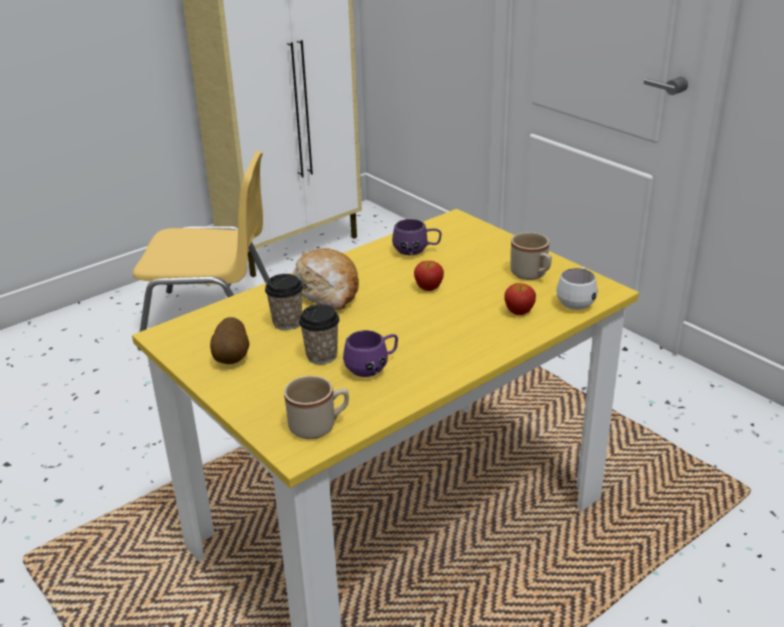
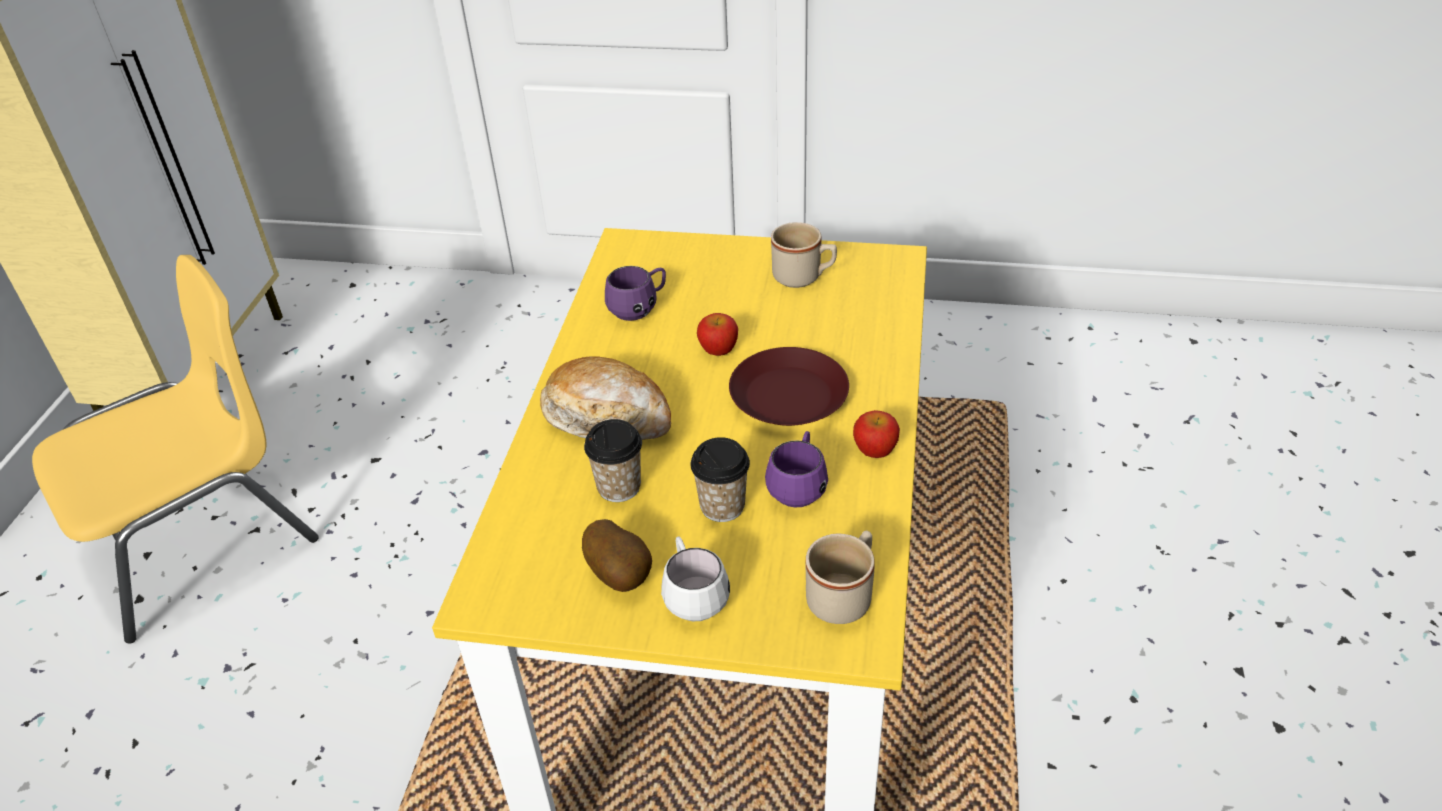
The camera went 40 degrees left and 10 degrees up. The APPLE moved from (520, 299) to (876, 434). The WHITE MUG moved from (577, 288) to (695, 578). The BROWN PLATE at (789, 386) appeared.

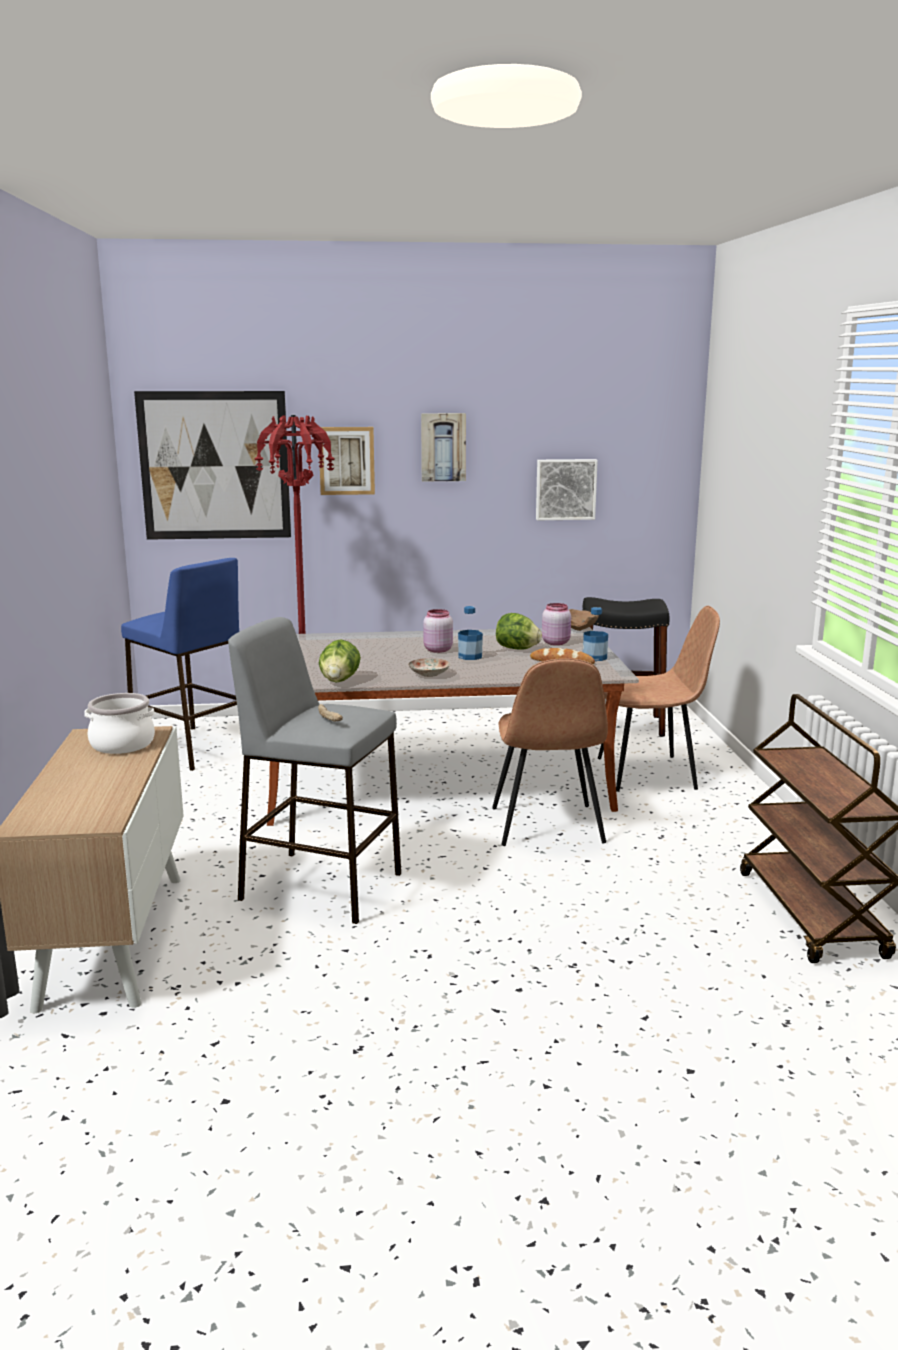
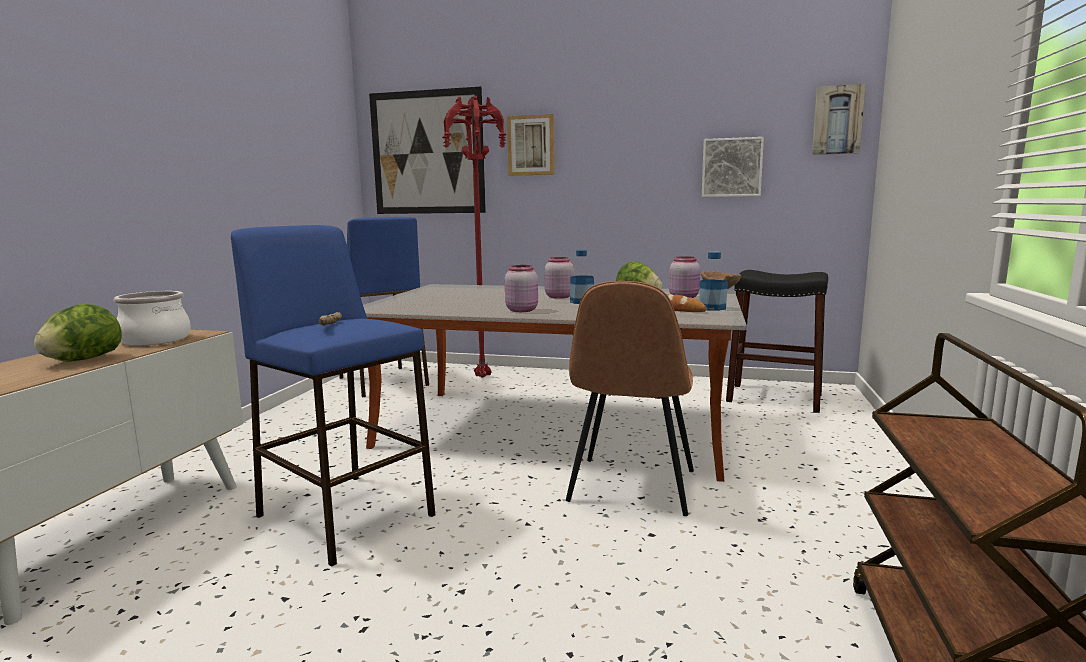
The camera went 20 degrees right and 5 degrees down. The GREY STOOL at (314, 770) became the BLUE STOOL at (333, 396). The LETTUCE moved from (340, 661) to (78, 332). The PLATE at (429, 667) was replaced by the PINK JAR at (521, 288). The PICTURE moved from (443, 447) to (839, 119). The BROWN CHAIR at (659, 699) disappeared.

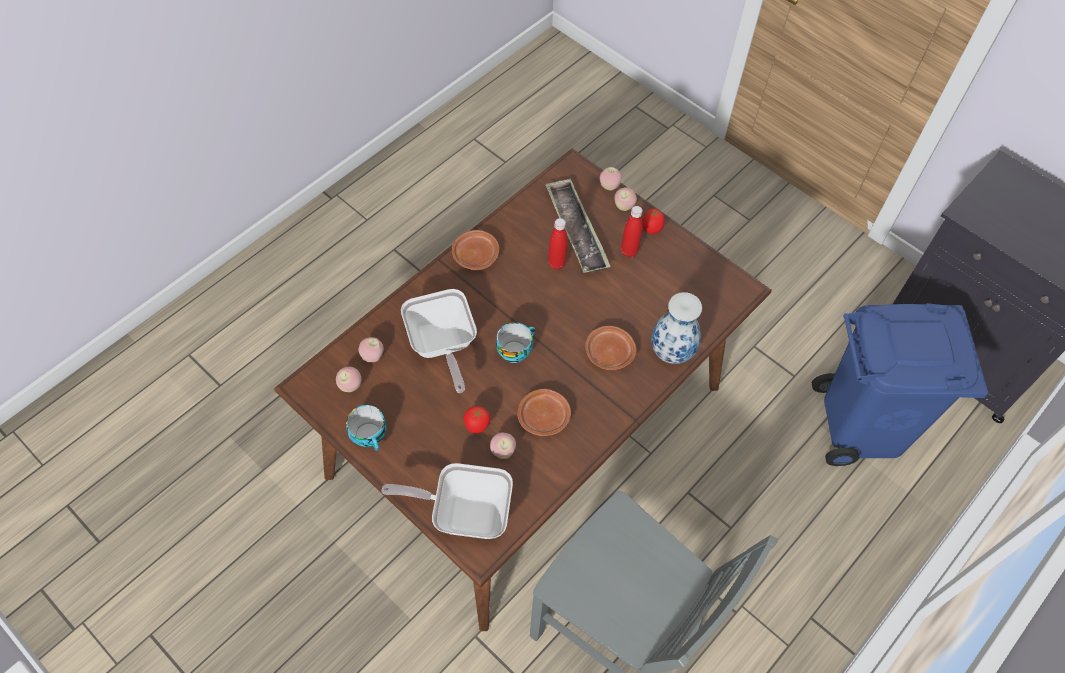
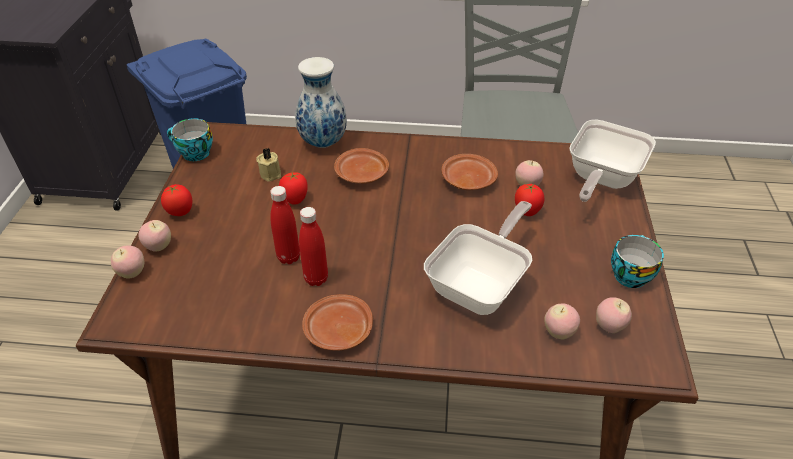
The camera went 125 degrees left and 15 degrees down. The FRYING PAN at (447, 501) turned 60 degrees clockwise. The CUP moved from (516, 342) to (190, 139). The TRAY at (578, 226) disappeared. The RED BOTTLE moved from (632, 231) to (313, 246). The BEIGE CANDLE at (268, 165) appeared. The TOMATO at (293, 188) appeared.

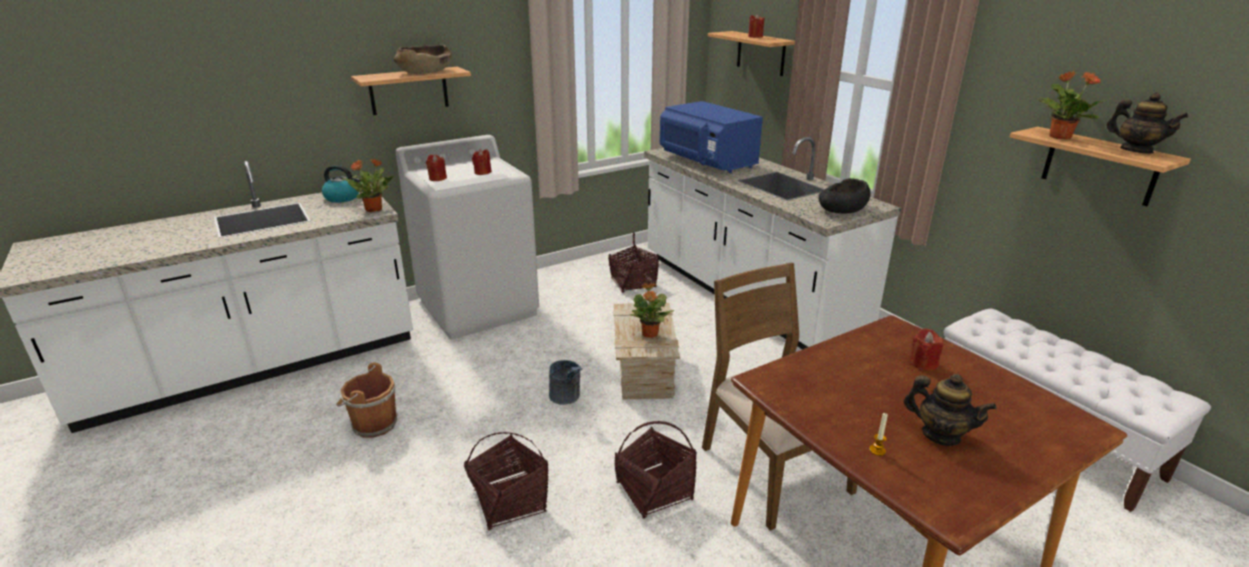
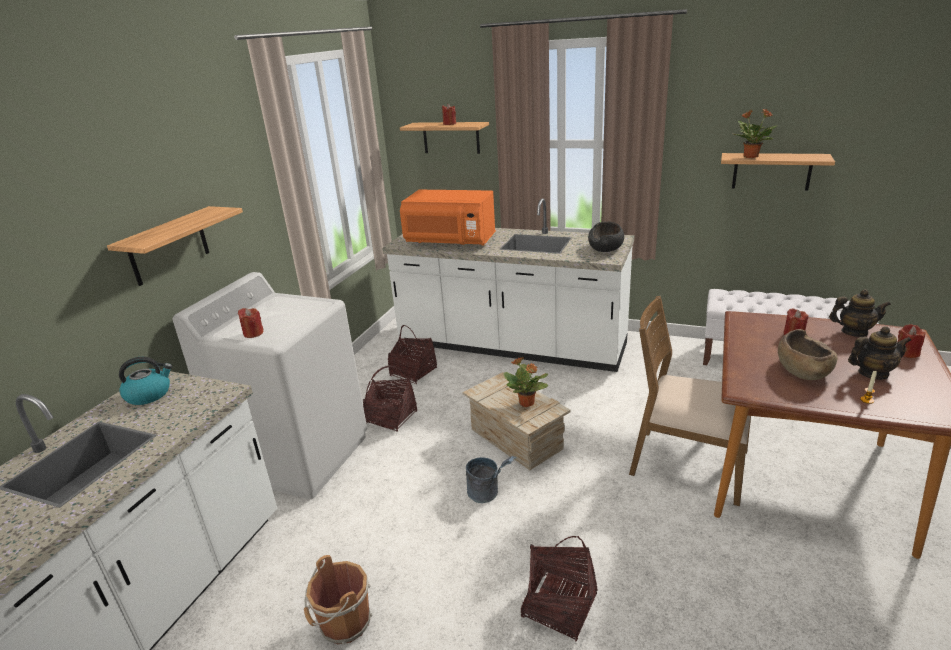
The camera went 35 degrees left and 0 degrees up. The POTTED PLANT at (368, 185) disappeared. The BROWN BOWL moved from (423, 59) to (807, 354). The RED CANDLE moved from (482, 162) to (911, 341). The BASKET moved from (656, 469) to (390, 399). The BLUE MICROWAVE at (711, 137) became the ORANGE MICROWAVE at (448, 218). The TEAPOT moved from (1147, 123) to (860, 313).

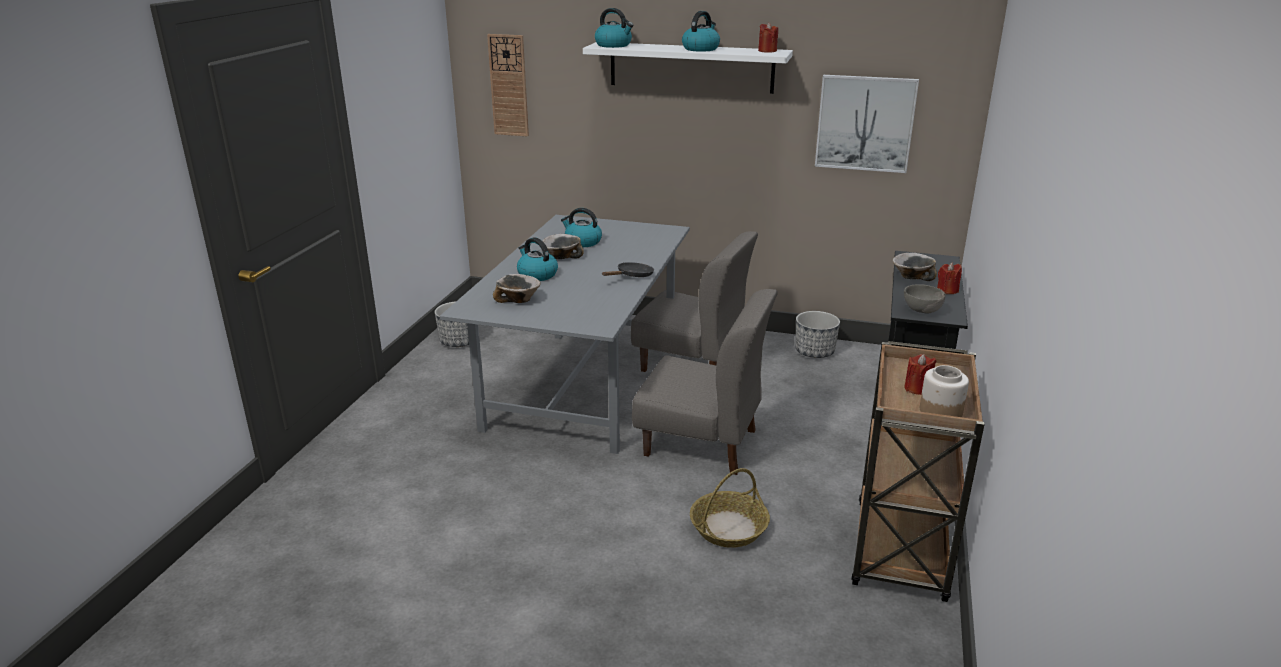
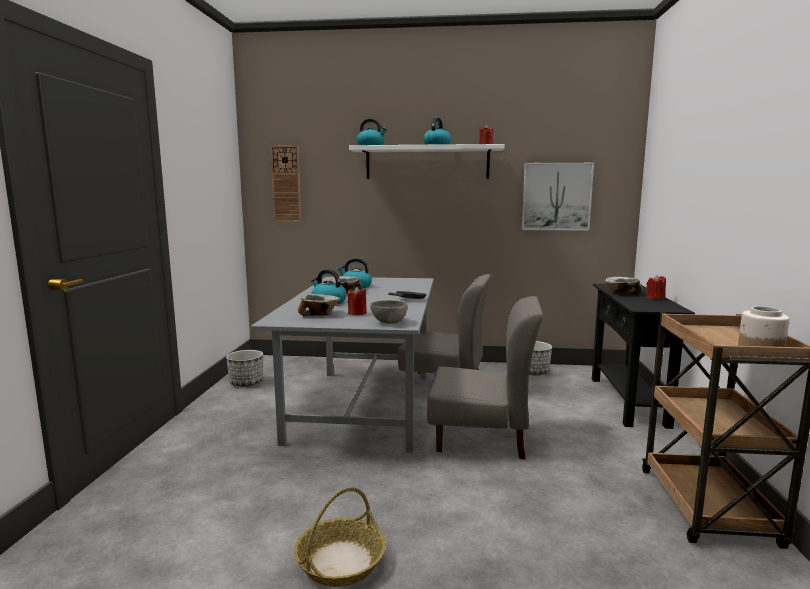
The camera went 10 degrees left and 15 degrees down. The BASKET moved from (730, 508) to (340, 537). The GREY BOWL moved from (925, 298) to (389, 312). The RED CANDLE moved from (920, 374) to (357, 301).

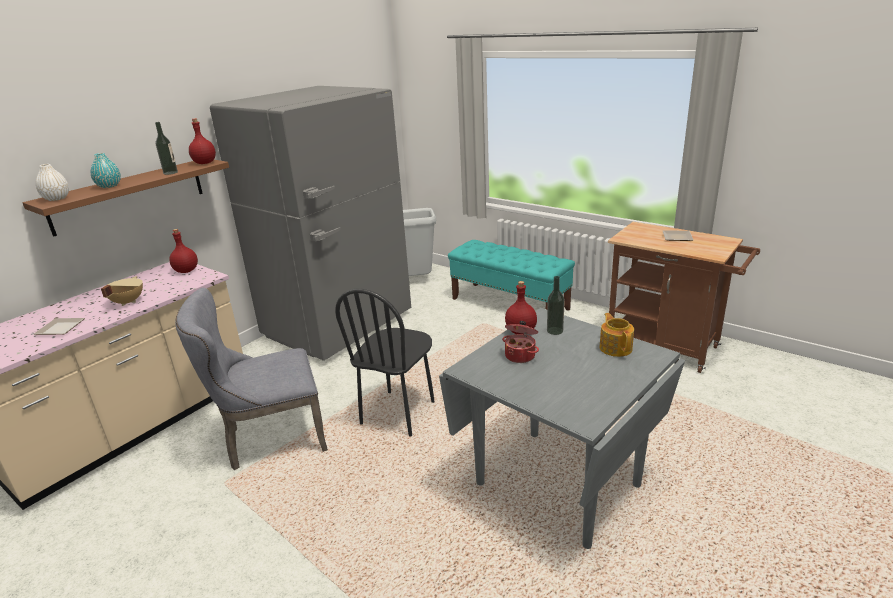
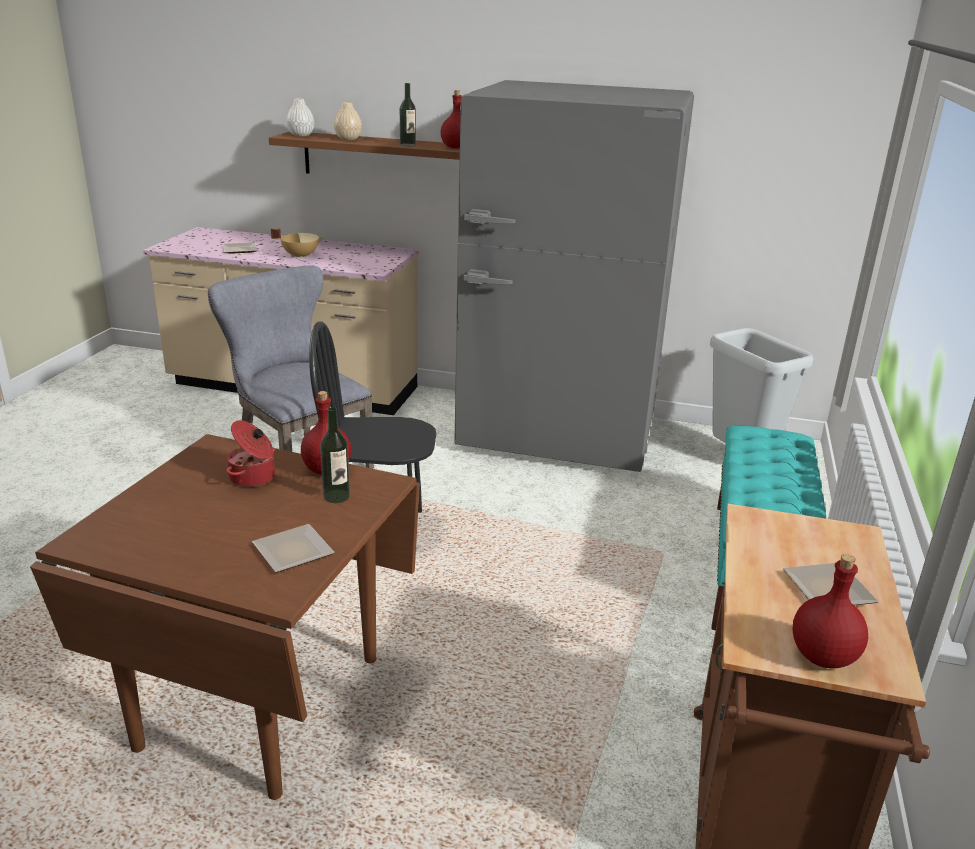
The camera went 65 degrees right and 0 degrees up. The TURQUOISE VASE at (106, 170) became the BEIGE VASE at (348, 121). The RED BOTTLE moved from (183, 251) to (830, 611). The GREY DINING TABLE at (562, 428) became the BROWN DINING TABLE at (225, 617). The TEAPOT at (616, 335) was replaced by the PLATE at (293, 548).

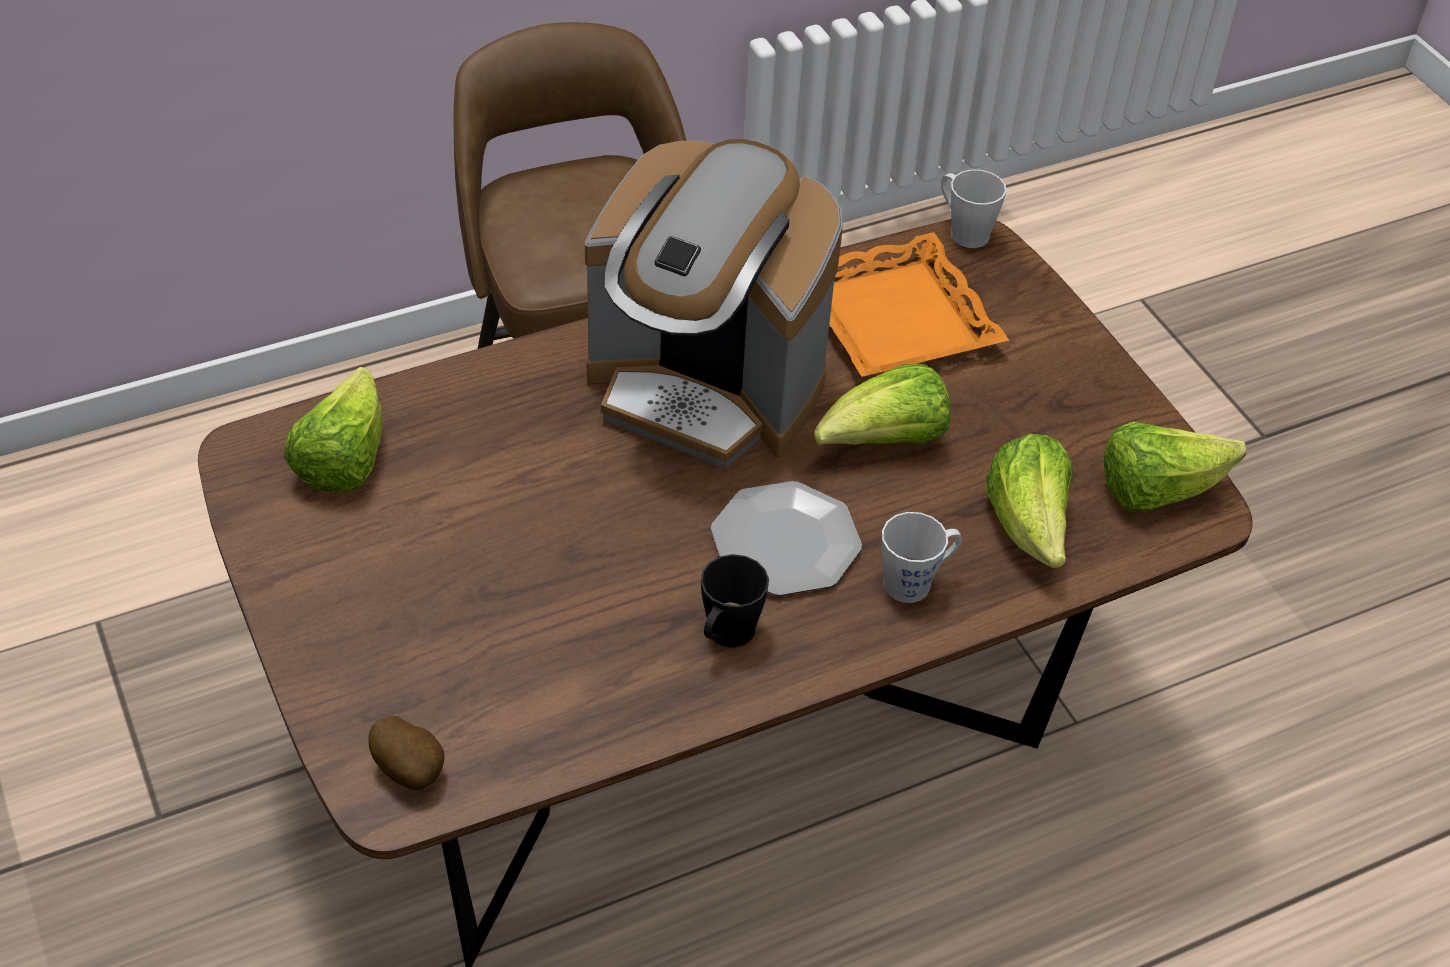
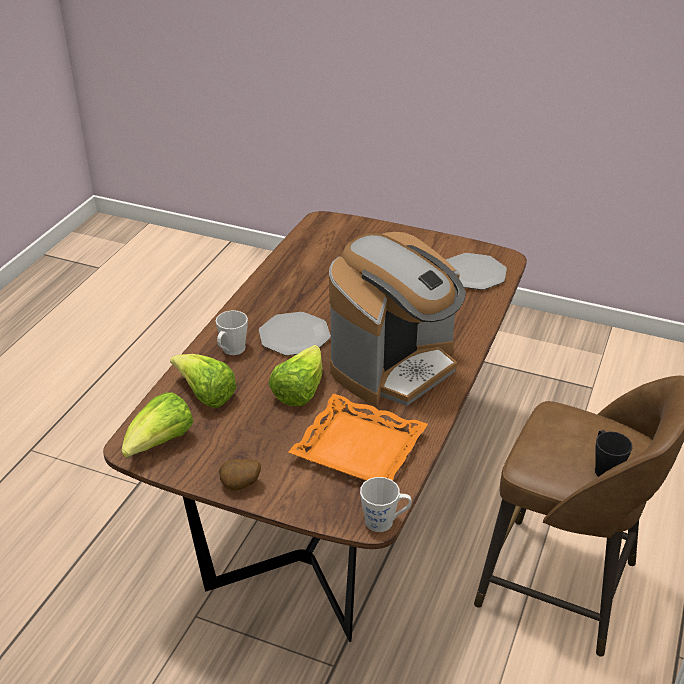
The camera went 140 degrees right and 10 degrees down. The LETTUCE at (333, 429) was replaced by the PLATE at (476, 271). The POTATO moved from (406, 753) to (240, 474). The COFFEE MACHINE at (714, 303) turned 150 degrees clockwise. The BLACK MUG moved from (735, 601) to (613, 453).

